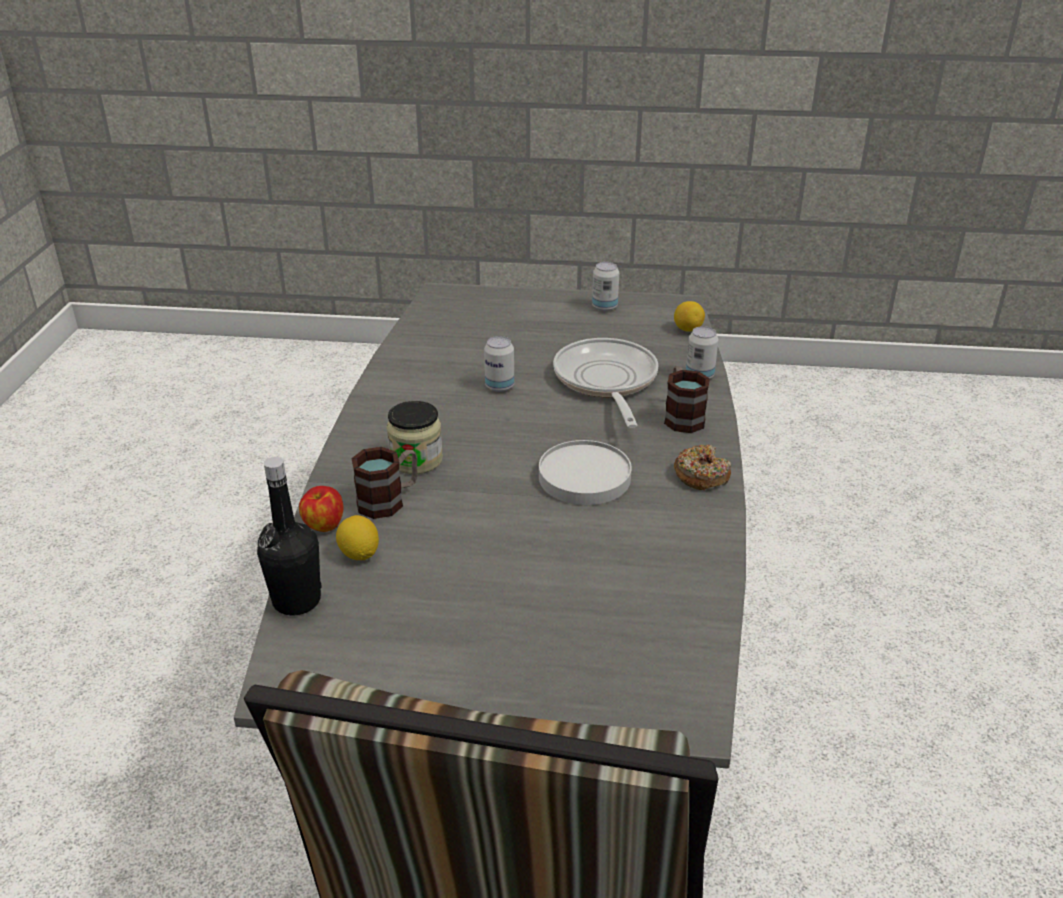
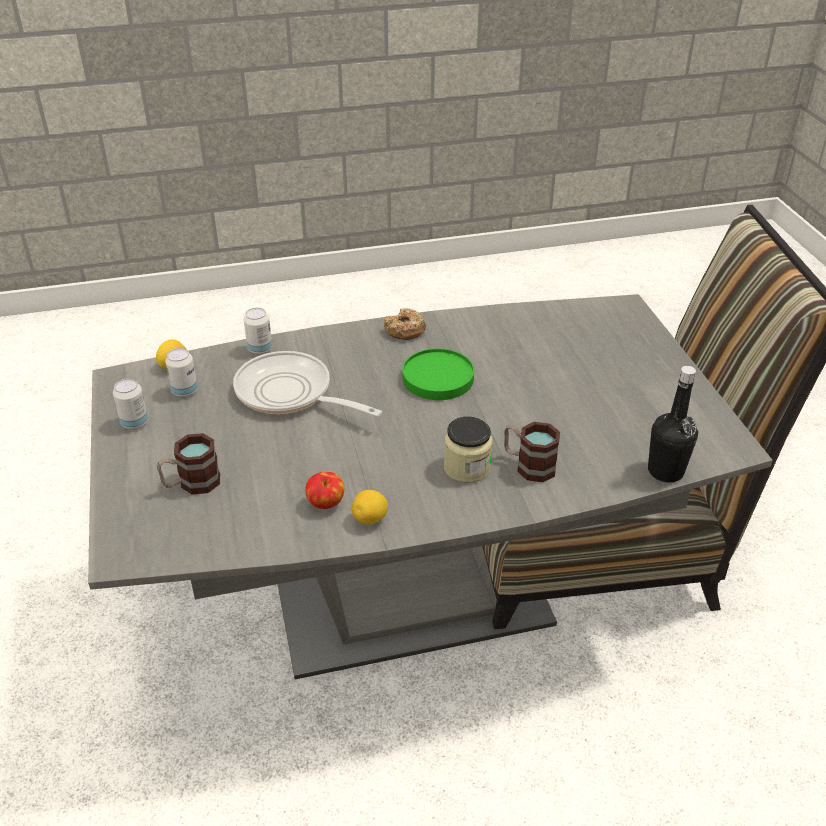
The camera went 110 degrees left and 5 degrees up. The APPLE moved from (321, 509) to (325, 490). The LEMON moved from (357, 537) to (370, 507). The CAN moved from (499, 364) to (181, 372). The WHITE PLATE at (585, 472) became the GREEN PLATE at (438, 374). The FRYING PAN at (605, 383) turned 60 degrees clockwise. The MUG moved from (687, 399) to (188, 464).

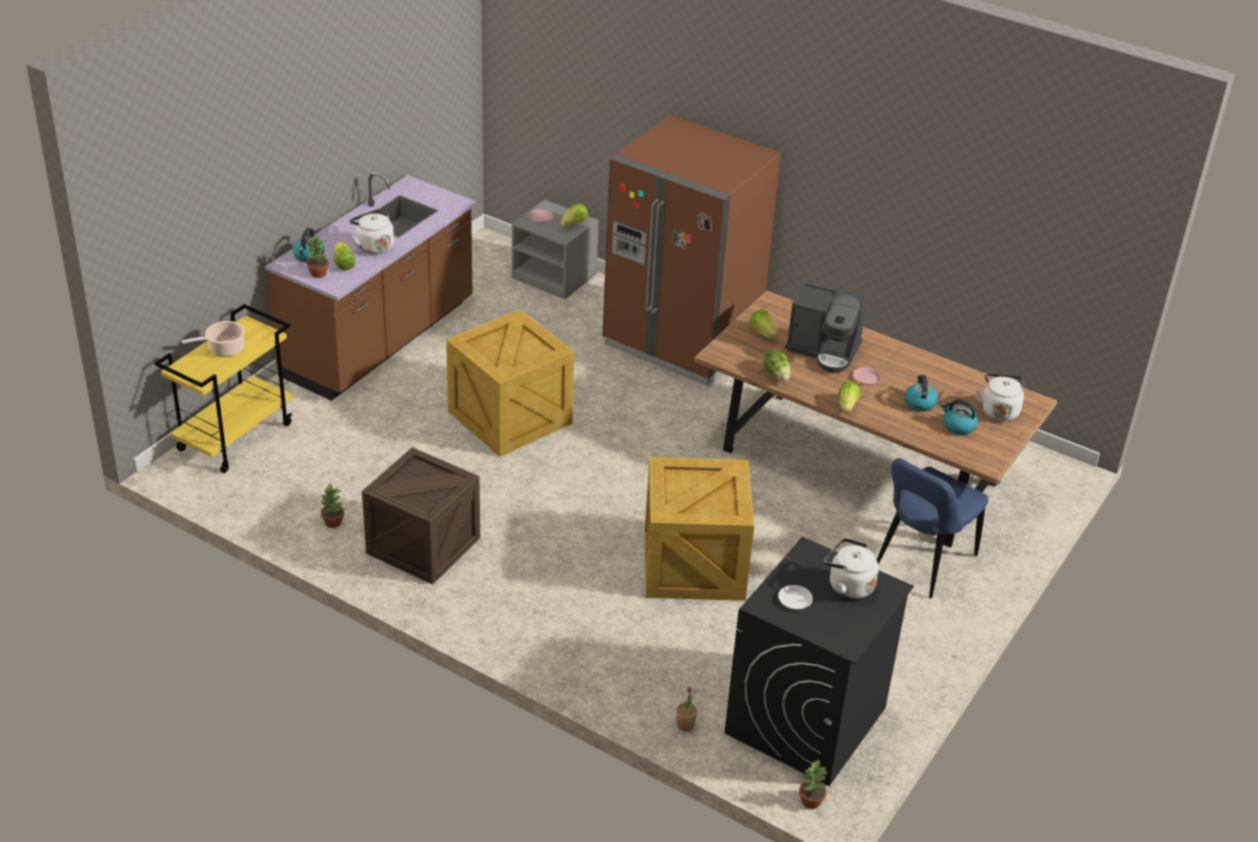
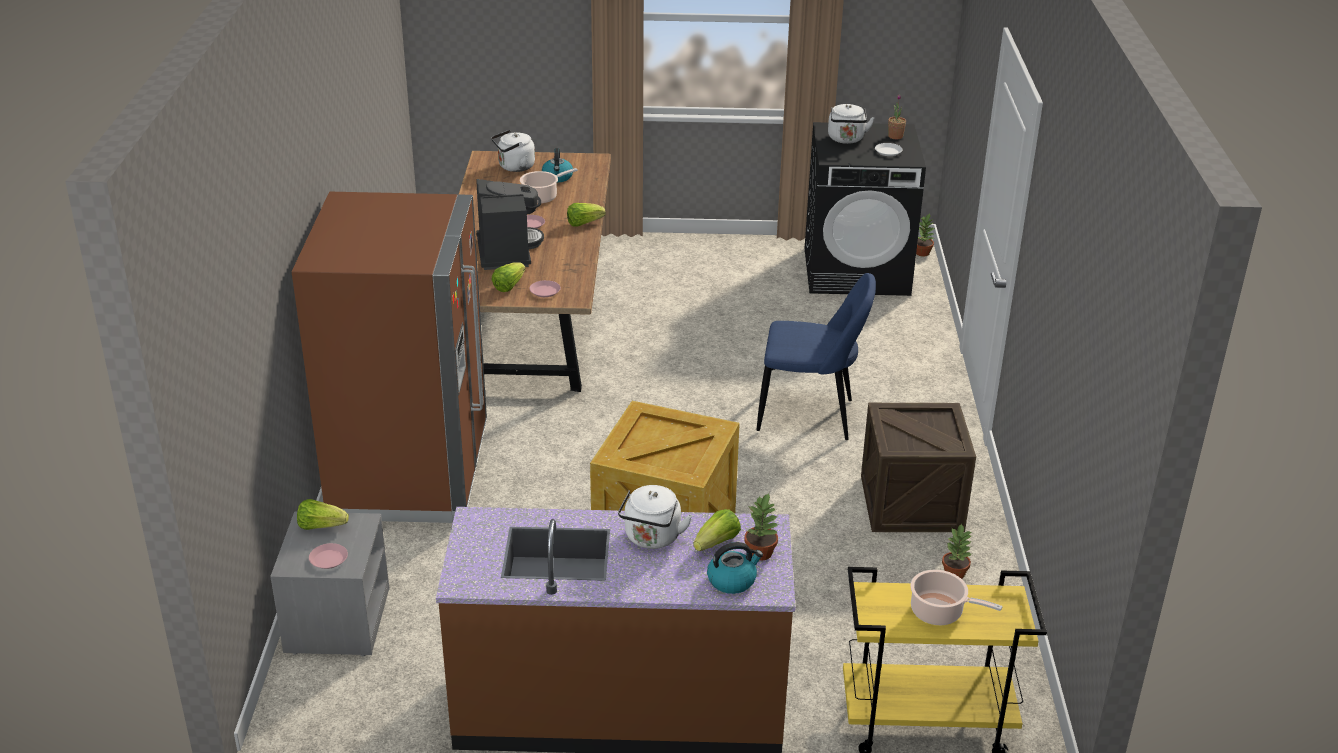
The camera went 120 degrees left and 5 degrees down. The CRATE at (699, 529) disappeared. The POTTED PLANT moved from (687, 709) to (897, 116). The LETTUCE at (777, 365) disappeared. The BLUE CHAIR moved from (932, 528) to (816, 356). The KETTLE at (921, 393) was replaced by the COOKING POT at (549, 186). The PINK PLATE at (545, 288) appeared.

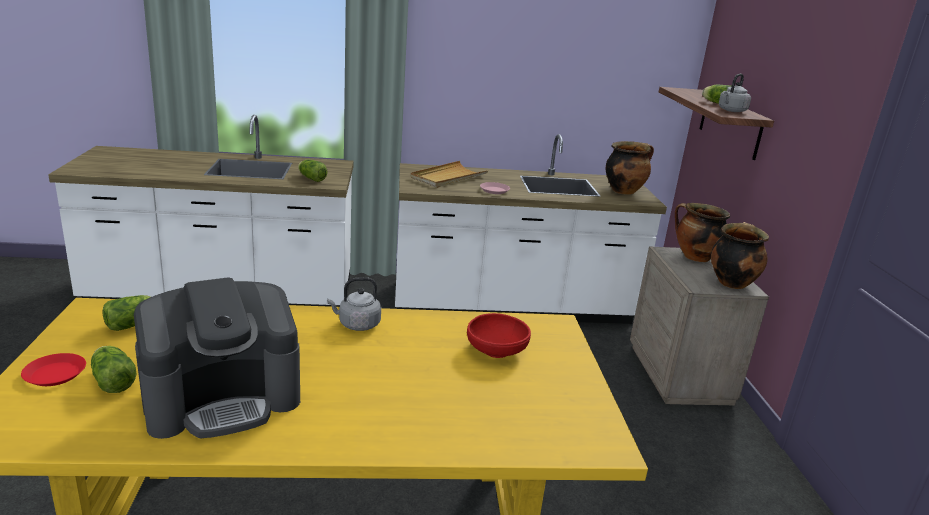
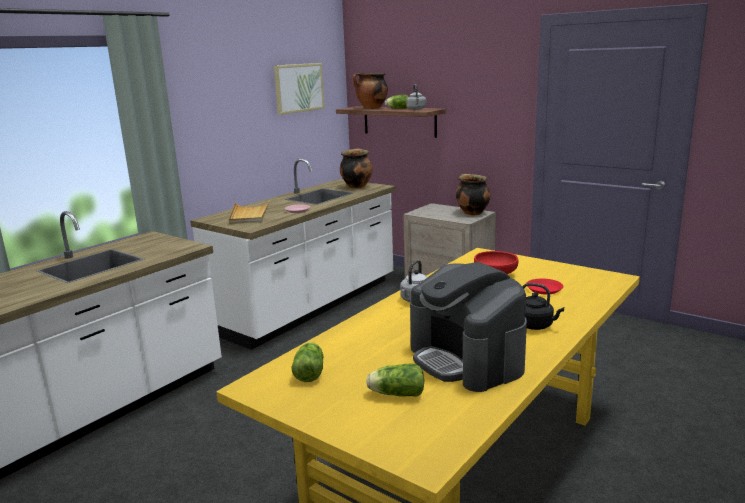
The camera went 45 degrees left and 5 degrees down. The RED PLATE moved from (53, 369) to (545, 287). The COFFEE MACHINE at (217, 358) turned 135 degrees clockwise. The LETTUCE at (312, 170) disappeared. The COOKING POT moved from (702, 232) to (370, 91). The PICTURE at (299, 89) appeared. The BLACK KETTLE at (543, 306) appeared.

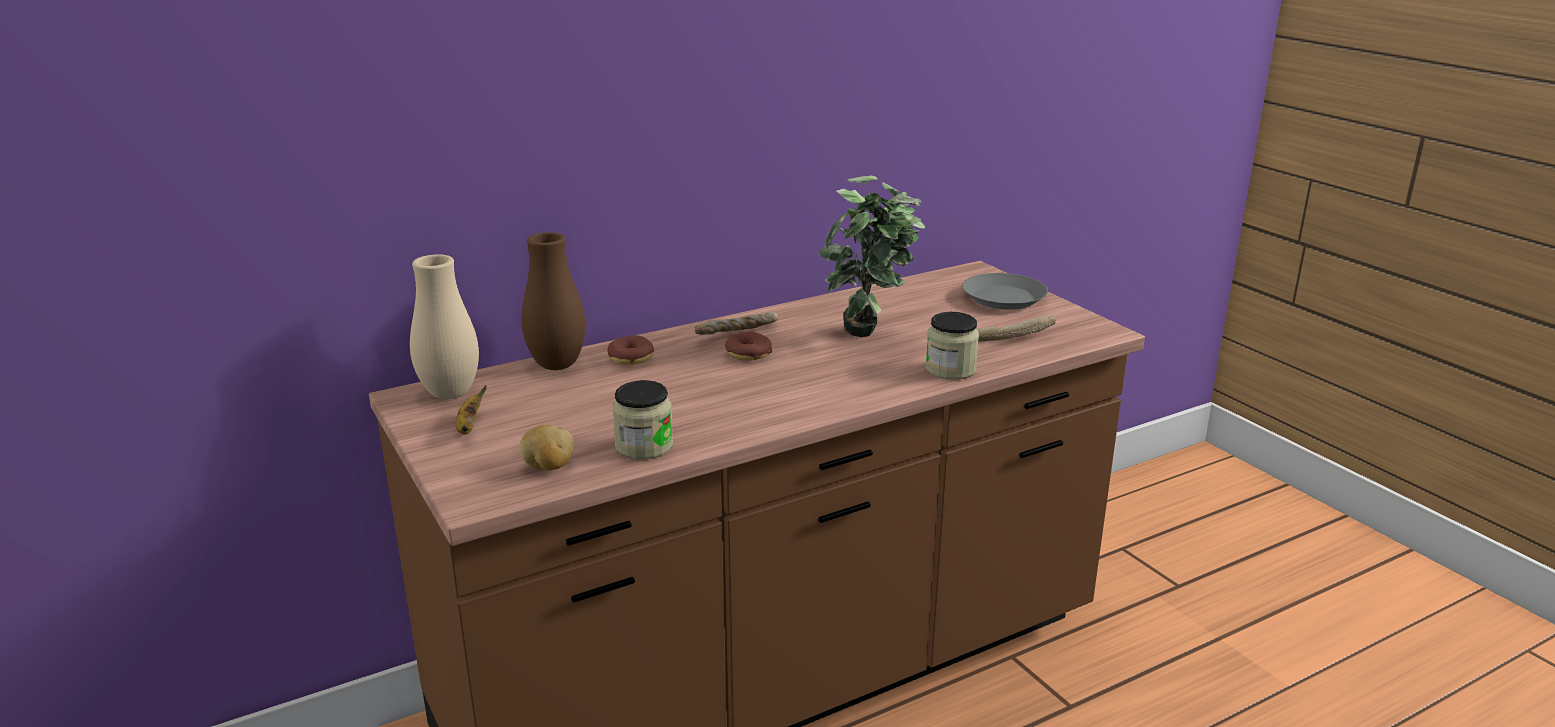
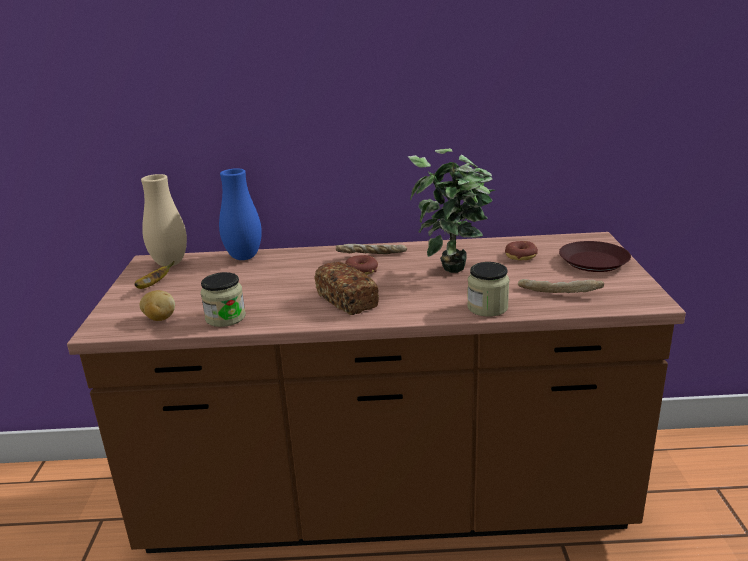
The camera went 30 degrees right and 0 degrees up. The BROWN VASE at (553, 301) became the BLUE VASE at (240, 214). The DONUT moved from (630, 350) to (521, 250). The GREY PLATE at (1005, 291) became the BROWN PLATE at (595, 256). The BREAD at (346, 288) appeared.

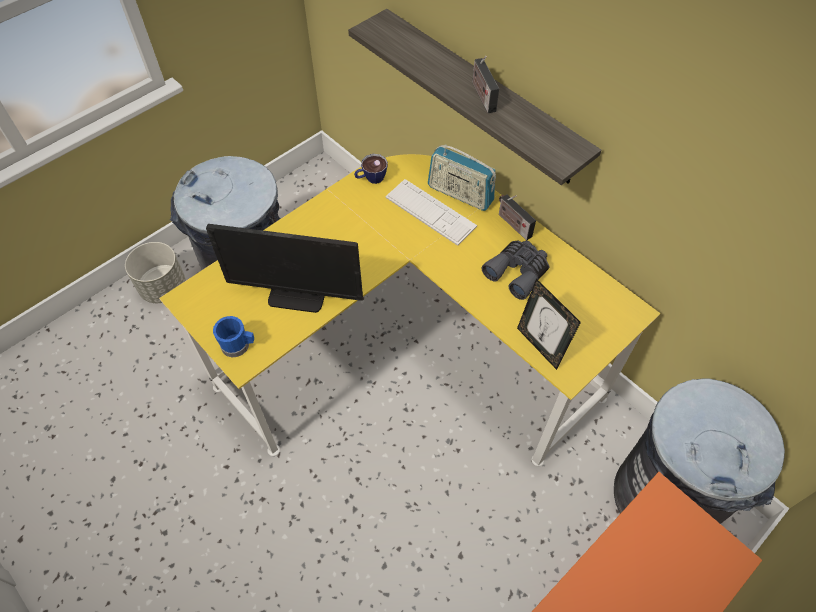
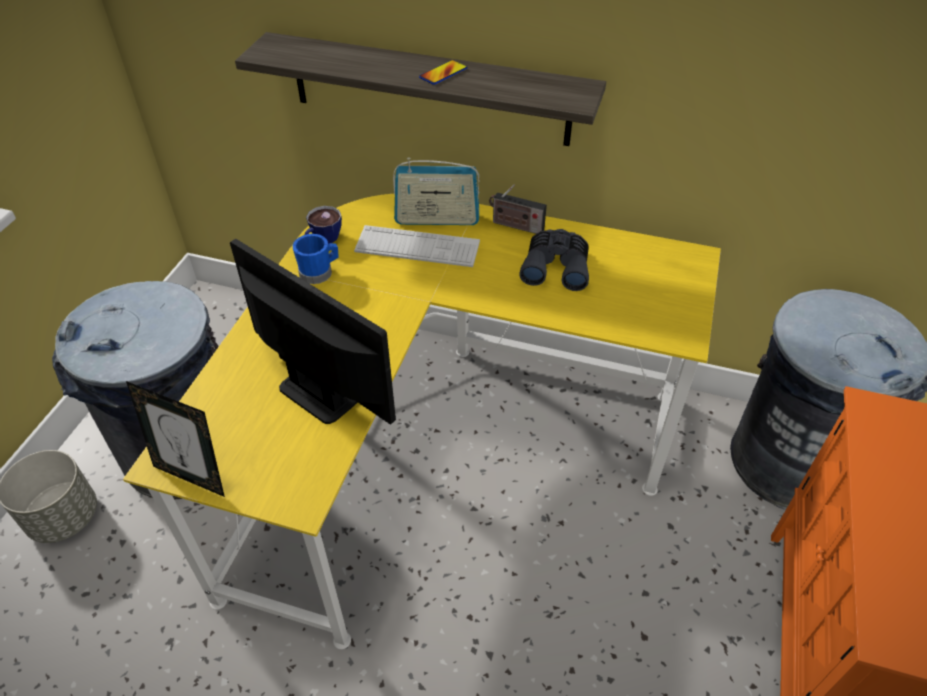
The camera went 30 degrees left and 10 degrees down. The MONITOR at (284, 268) turned 120 degrees counterclockwise. The BLUE MUG moved from (233, 336) to (316, 259). The RADIO at (485, 84) was replaced by the PHONE at (443, 72). The PICTURE FRAME moved from (549, 324) to (175, 439).

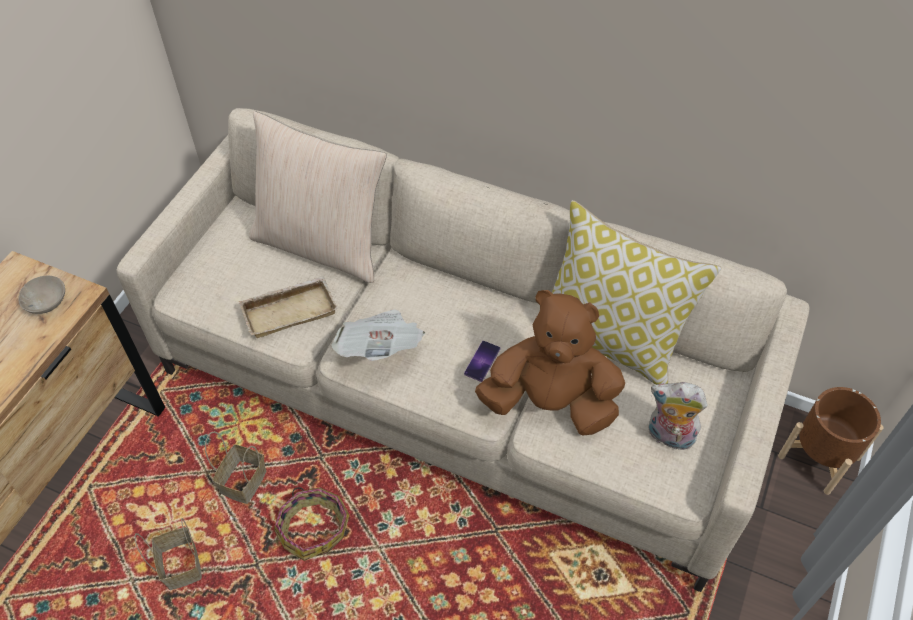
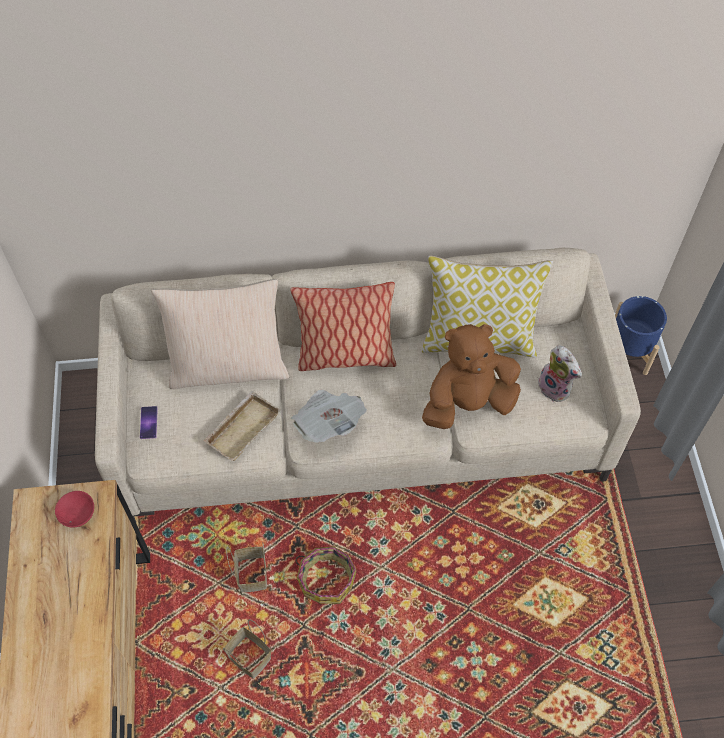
The camera went 30 degrees left and 5 degrees up. The BEIGE BOWL at (41, 295) became the RED BOWL at (74, 509). The PHONE moved from (482, 361) to (149, 422). The PLUSH TOY at (677, 417) turned 120 degrees counterclockwise. The BROWN PLANTER at (831, 441) became the BLUE PLANTER at (641, 335). The PILLOW at (343, 326) appeared.

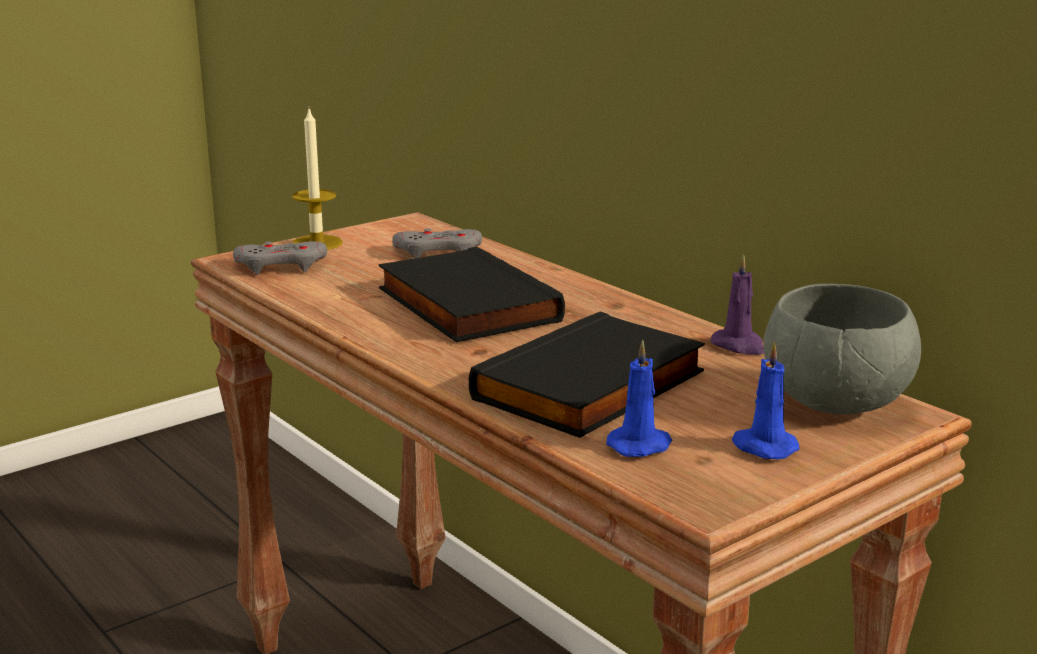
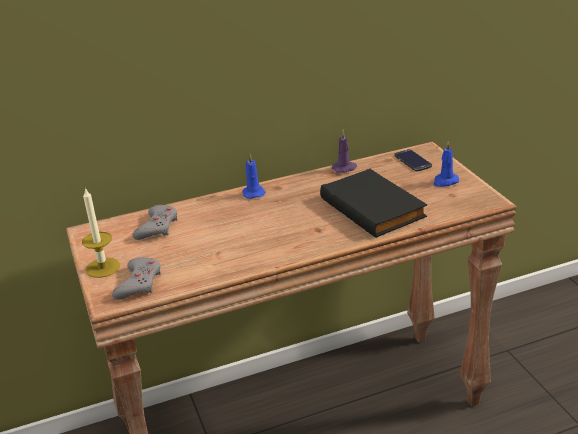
The camera went 70 degrees left and 10 degrees up. The BLACK BOOK at (472, 294) disappeared. The BLUE CANDLE moved from (639, 398) to (254, 176). The GREY BOWL at (842, 349) was replaced by the PHONE at (413, 160).

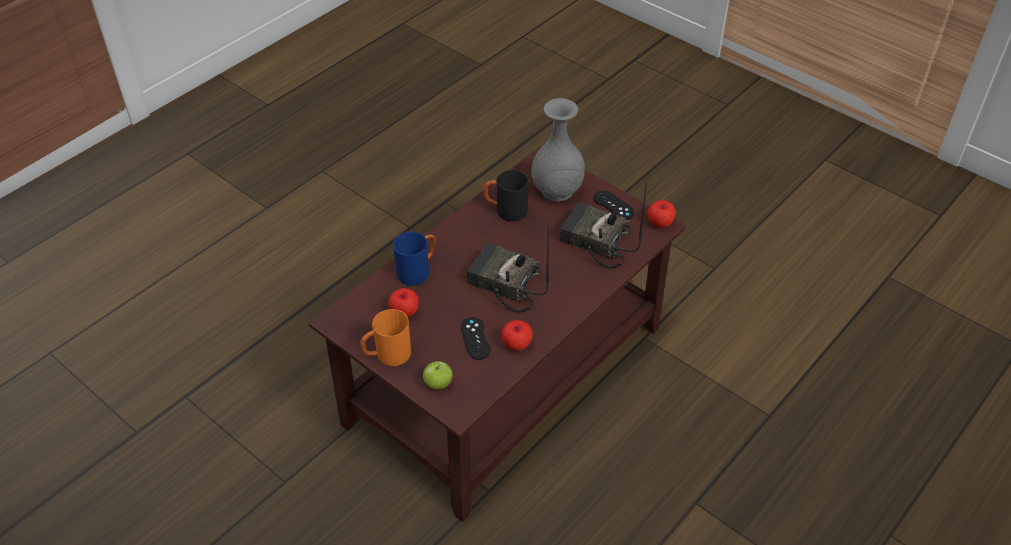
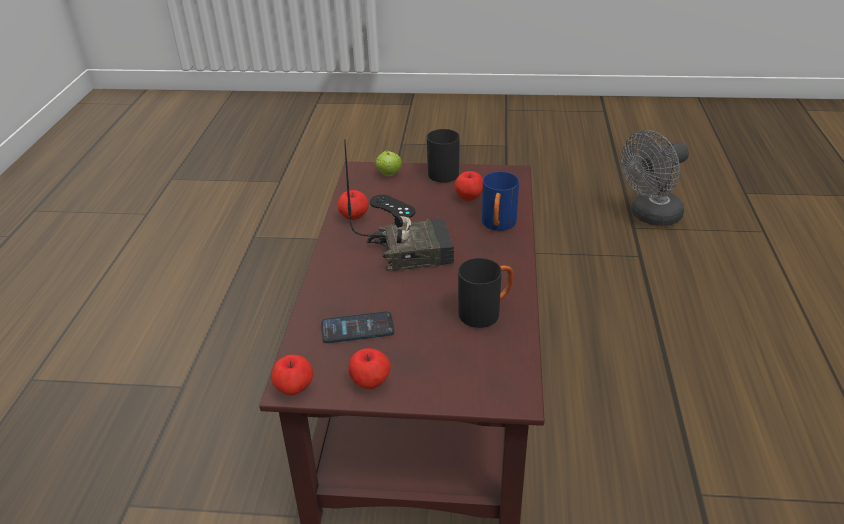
The camera went 145 degrees right and 10 degrees down. The ORANGE MUG at (385, 337) became the BLACK MUG at (443, 156). The GREY VASE at (558, 149) disappeared. The RADIO at (603, 225) was replaced by the PHONE at (358, 327). The BLACK GAME CONTROLLER at (614, 205) was replaced by the APPLE at (370, 368). The GREY FAN at (655, 178) appeared.

